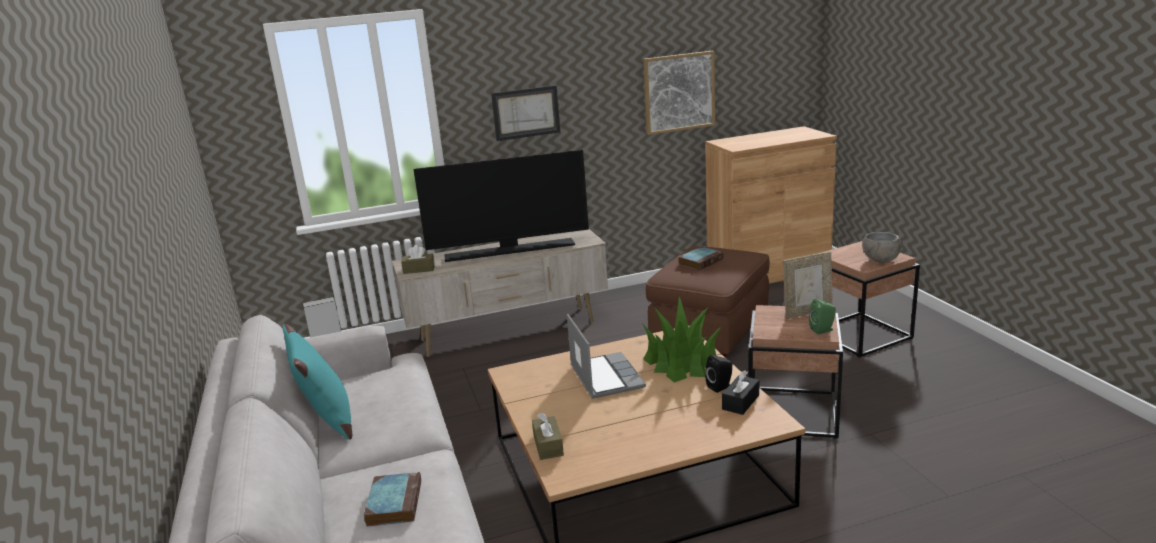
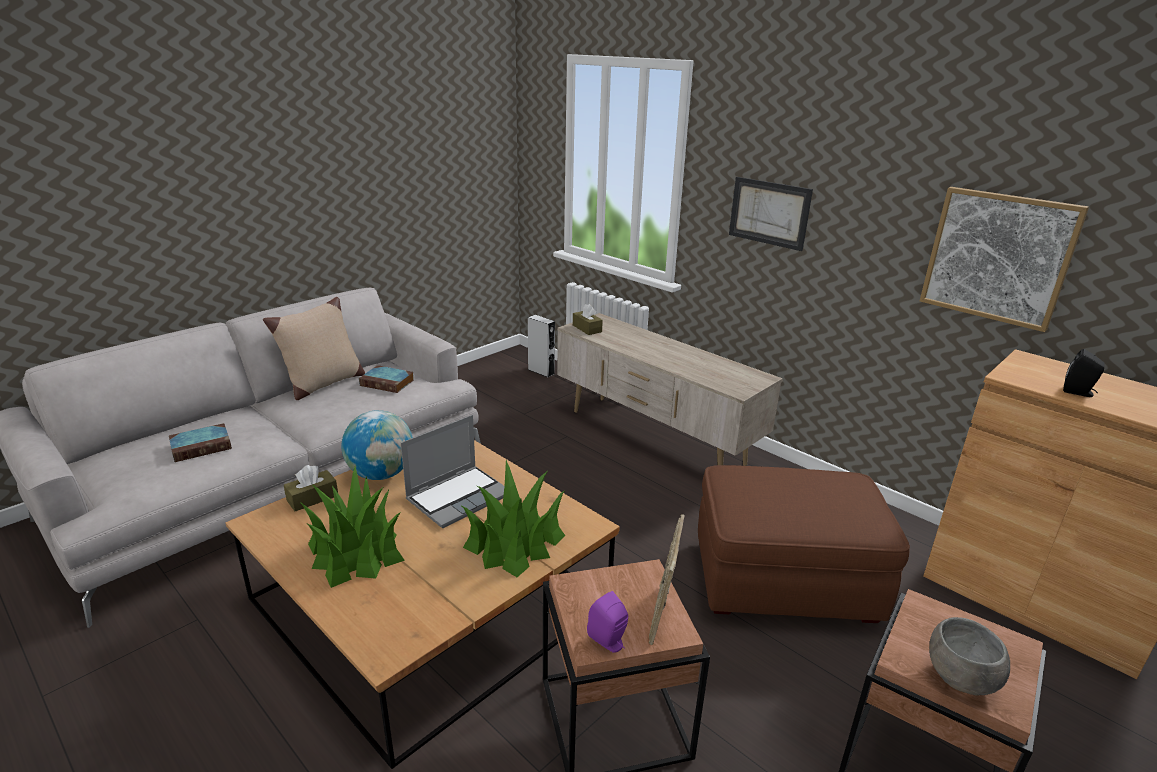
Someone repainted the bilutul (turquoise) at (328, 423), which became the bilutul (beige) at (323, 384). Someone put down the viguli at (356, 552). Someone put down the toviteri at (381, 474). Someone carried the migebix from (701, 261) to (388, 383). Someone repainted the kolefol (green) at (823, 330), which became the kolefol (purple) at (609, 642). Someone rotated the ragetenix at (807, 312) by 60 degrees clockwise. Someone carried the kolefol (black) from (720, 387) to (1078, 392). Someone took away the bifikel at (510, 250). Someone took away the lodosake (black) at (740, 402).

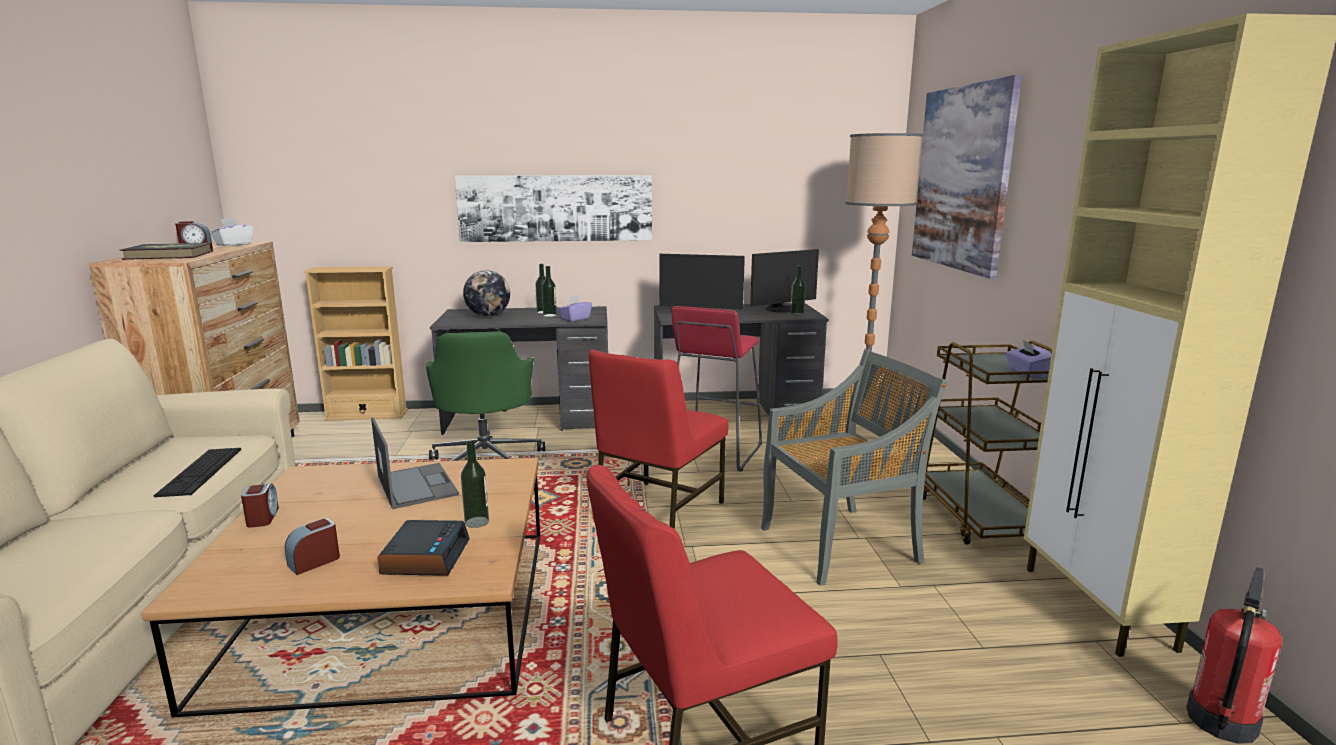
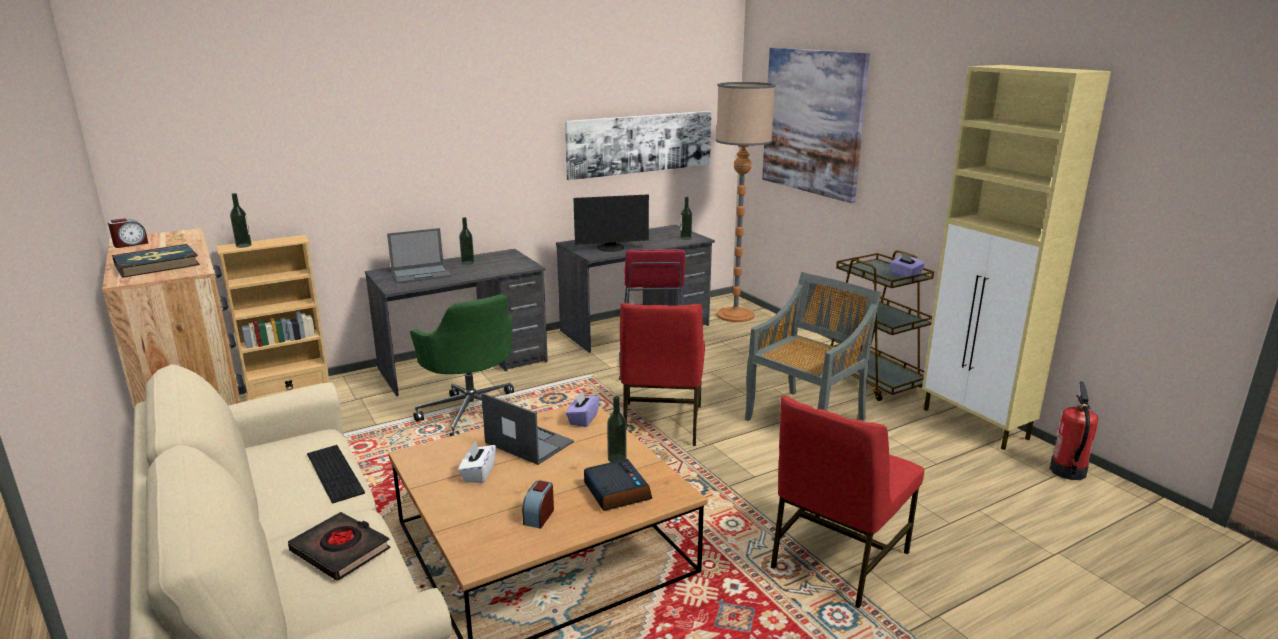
Someone carried the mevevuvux from (550, 315) to (243, 245). Someone put down the migebix (black) at (341, 550). Someone swapped the toviteri at (488, 316) for the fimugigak at (421, 274). Someone carried the lodosake (white) from (234, 244) to (478, 474). Someone carried the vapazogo from (555, 208) to (640, 143). Someone carried the lodosake (purple) from (575, 319) to (583, 419). Someone took away the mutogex at (262, 517). Someone took away the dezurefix at (781, 309).

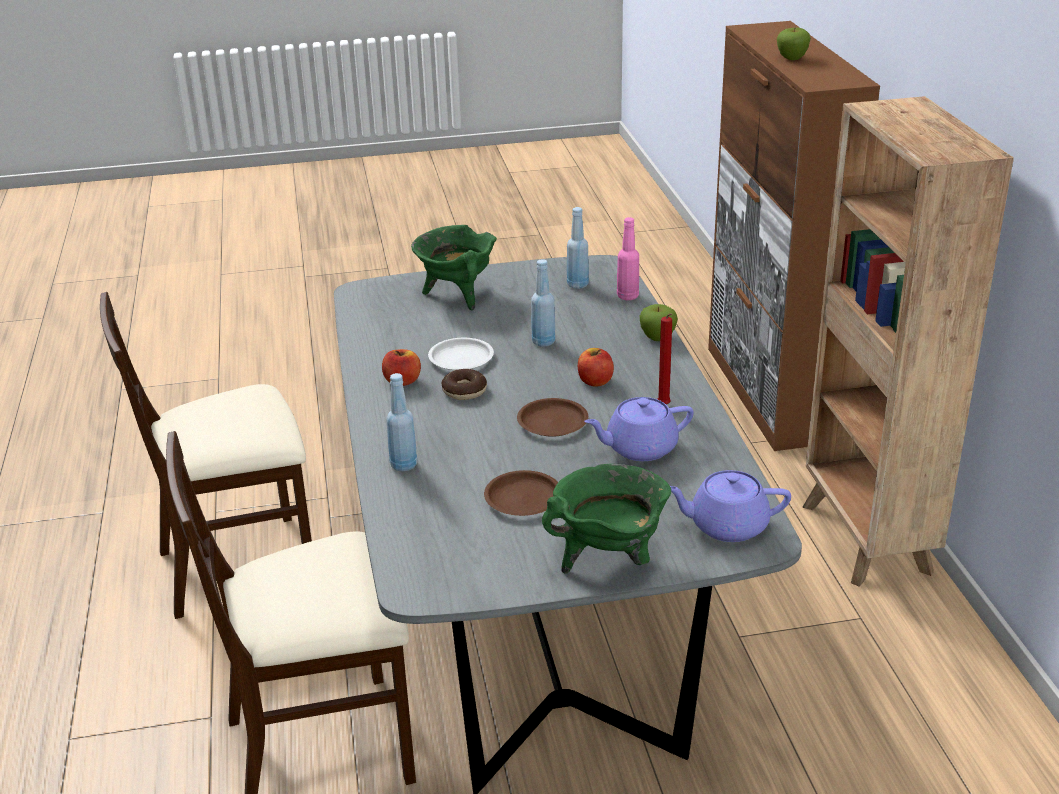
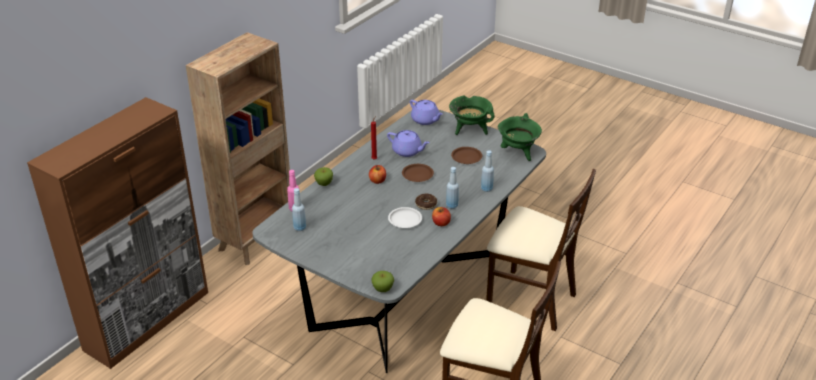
Someone carried the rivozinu from (792, 58) to (383, 289). Someone carried the mevevuvux (blue) from (543, 342) to (452, 206). Someone carried the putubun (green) from (457, 295) to (518, 153).

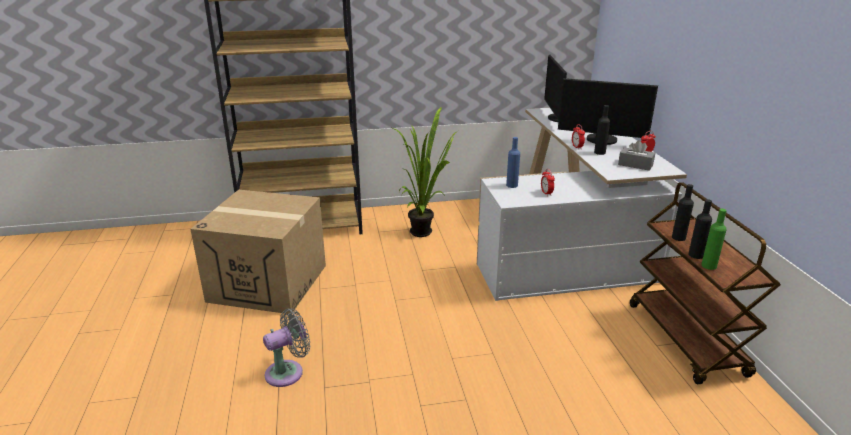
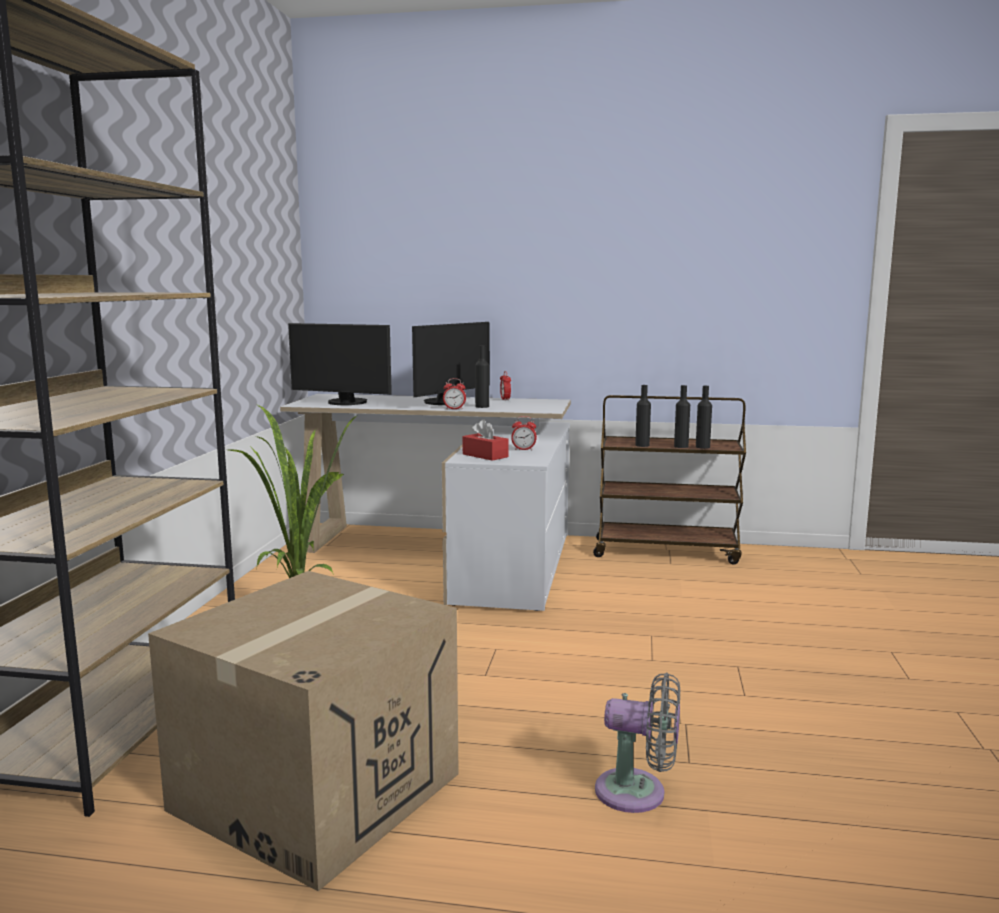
Someone swapped the mevevuvux (blue) at (512, 185) for the lodosake (red) at (485, 455). Someone rotated the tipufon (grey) at (288, 372) by 120 degrees clockwise. Someone repainted the mevevuvux (green) at (709, 266), which became the mevevuvux (black) at (702, 447). Someone took away the lodosake (grey) at (635, 165).

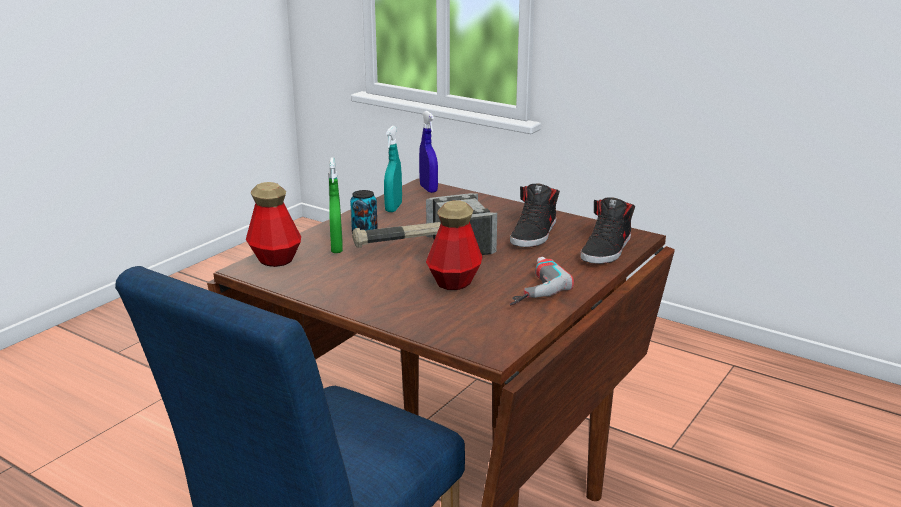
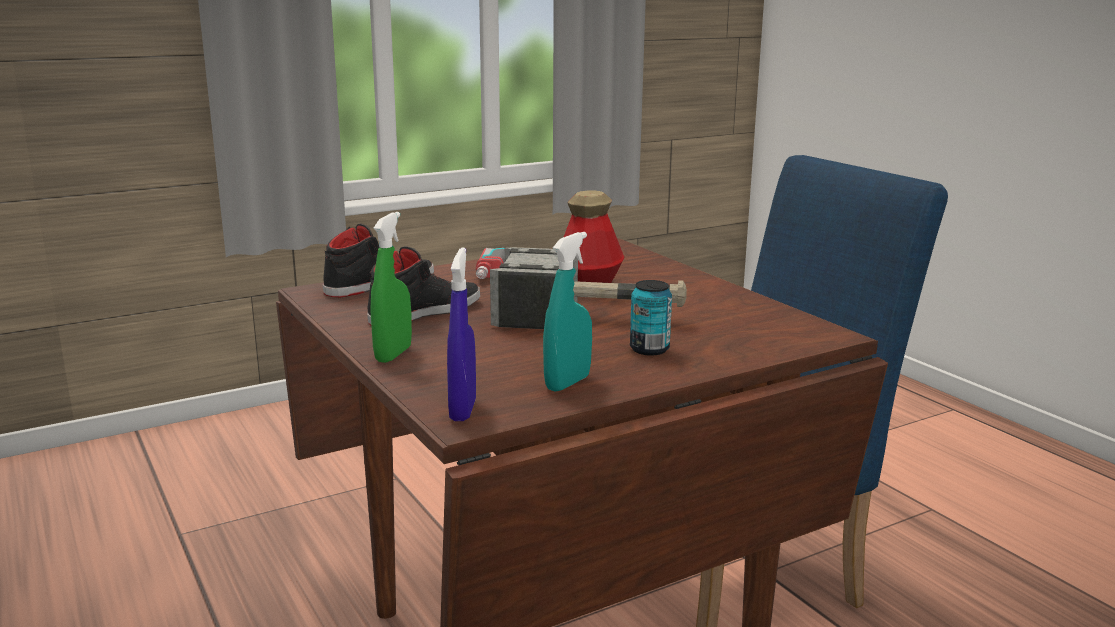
Someone carried the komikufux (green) from (337, 248) to (393, 354). Someone took away the mevevuvux at (275, 259).

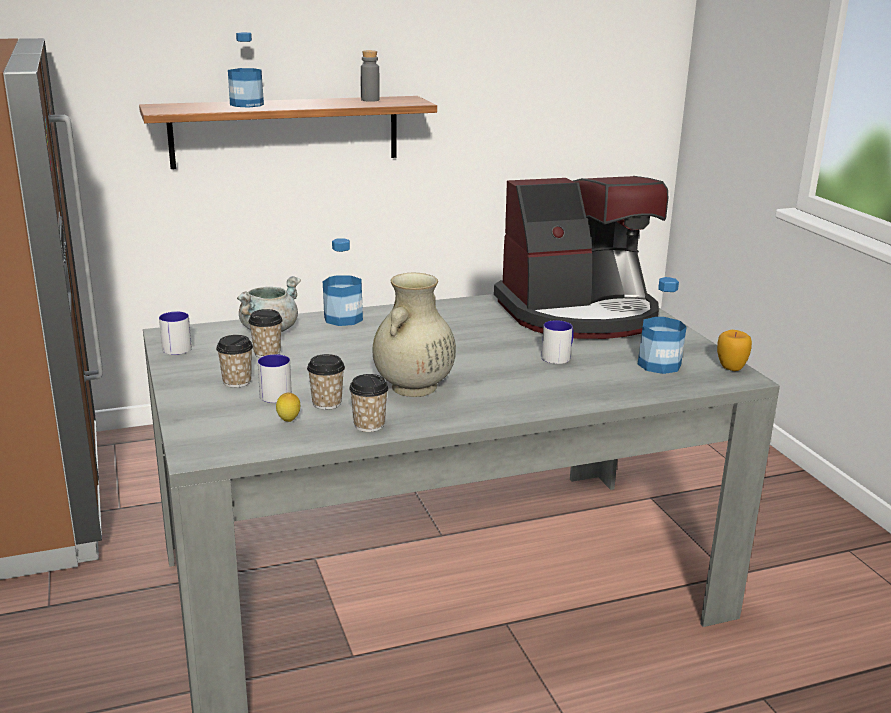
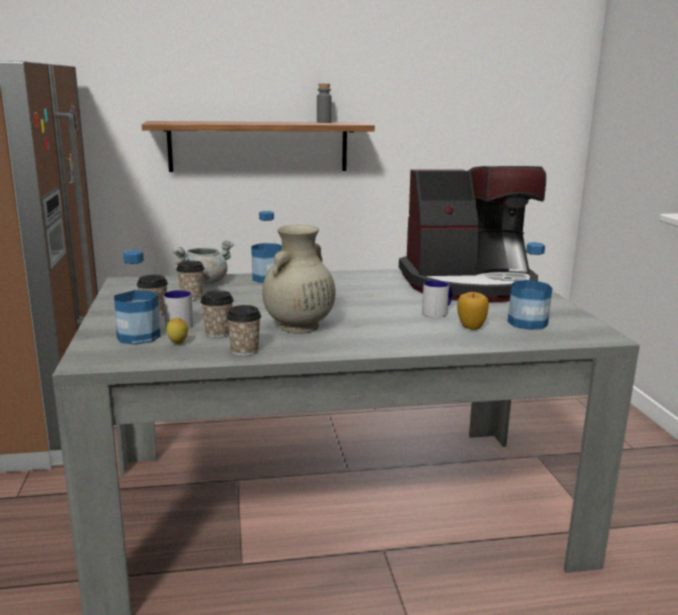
Someone carried the mevevuvux from (247, 104) to (138, 337). Someone carried the rivozinu from (730, 368) to (471, 327). Someone took away the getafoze at (173, 347).

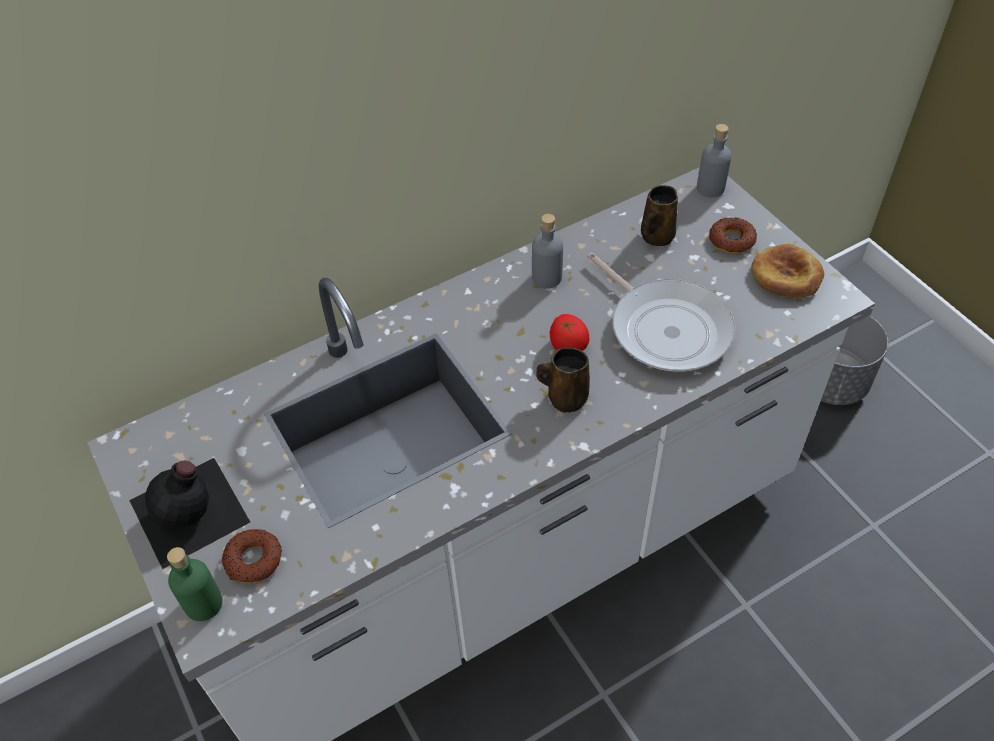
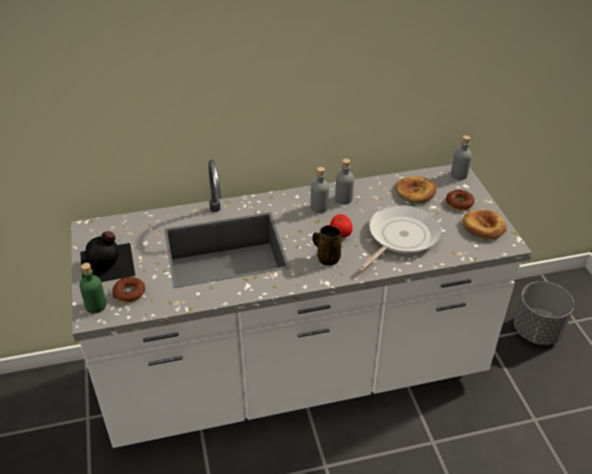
Someone put down the mevevuvux (grey) at (319, 207). Someone rotated the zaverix at (666, 327) by 120 degrees counterclockwise. Someone swapped the getafoze (brown) at (656, 237) for the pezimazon at (415, 192).

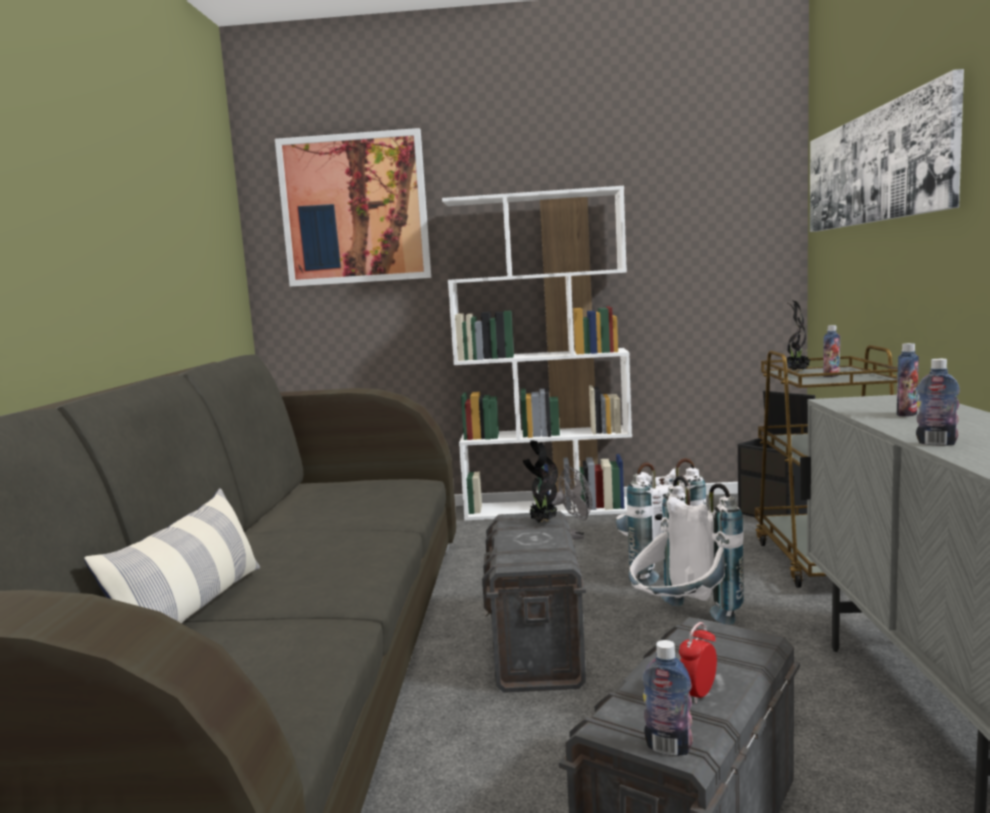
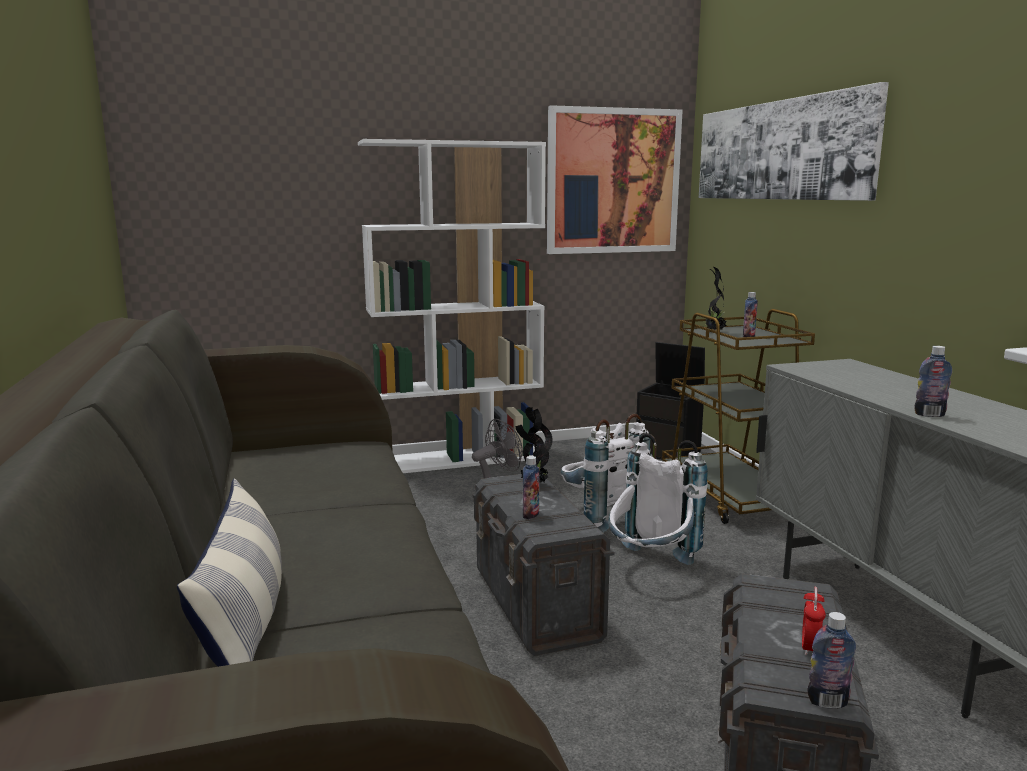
Someone carried the mevevuvux from (906, 414) to (531, 515). Someone carried the vapazogo from (354, 209) to (613, 181).

